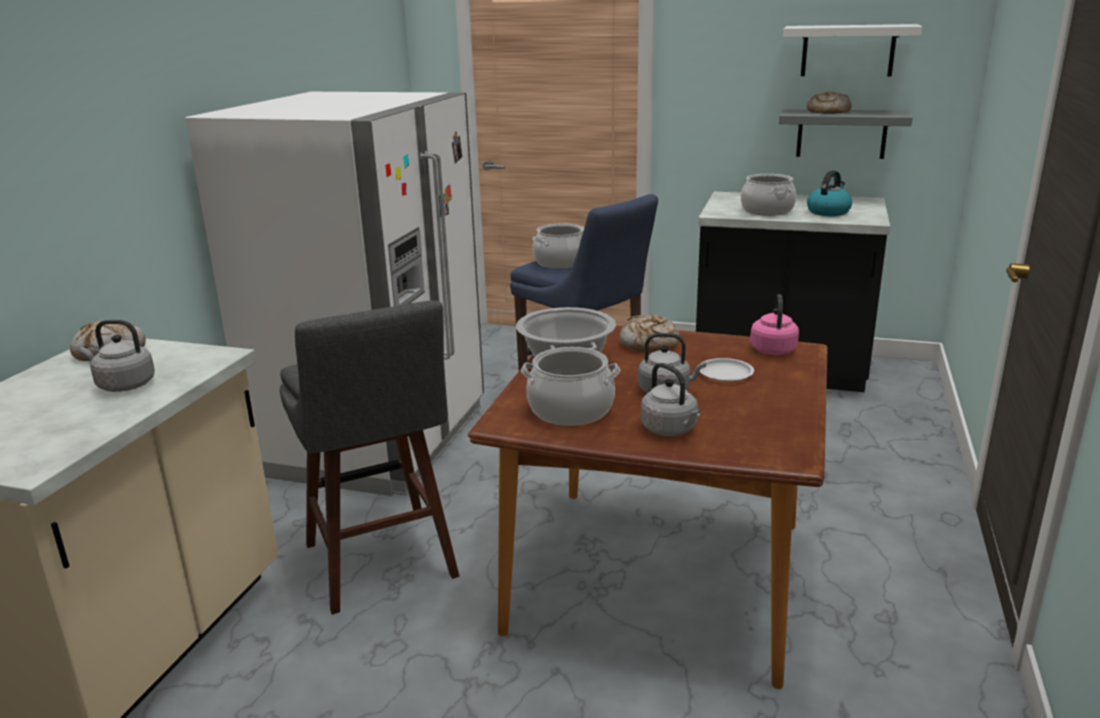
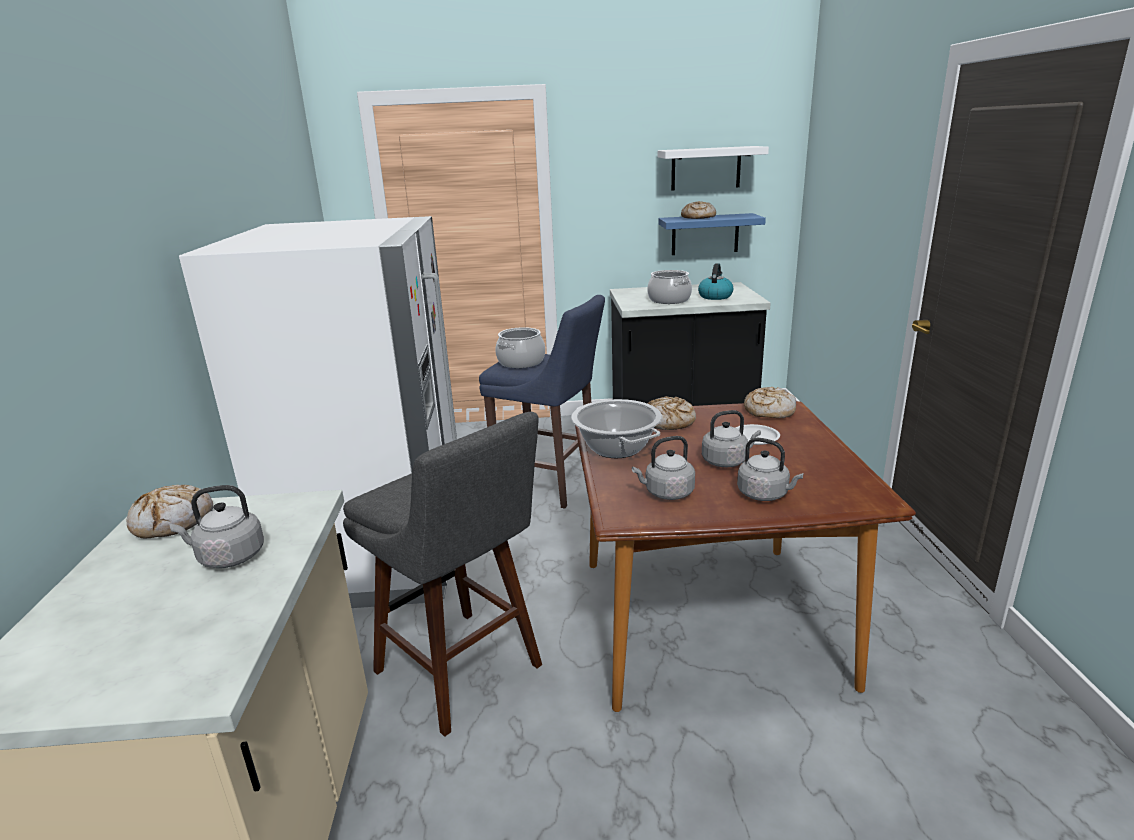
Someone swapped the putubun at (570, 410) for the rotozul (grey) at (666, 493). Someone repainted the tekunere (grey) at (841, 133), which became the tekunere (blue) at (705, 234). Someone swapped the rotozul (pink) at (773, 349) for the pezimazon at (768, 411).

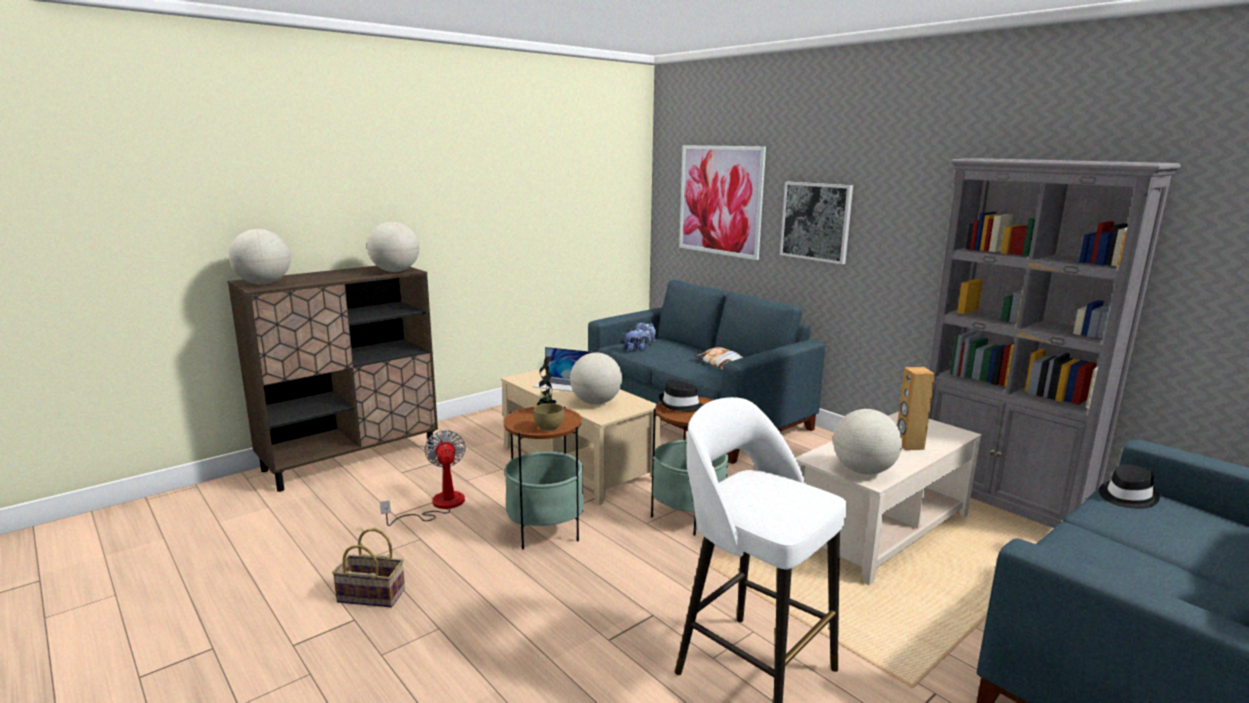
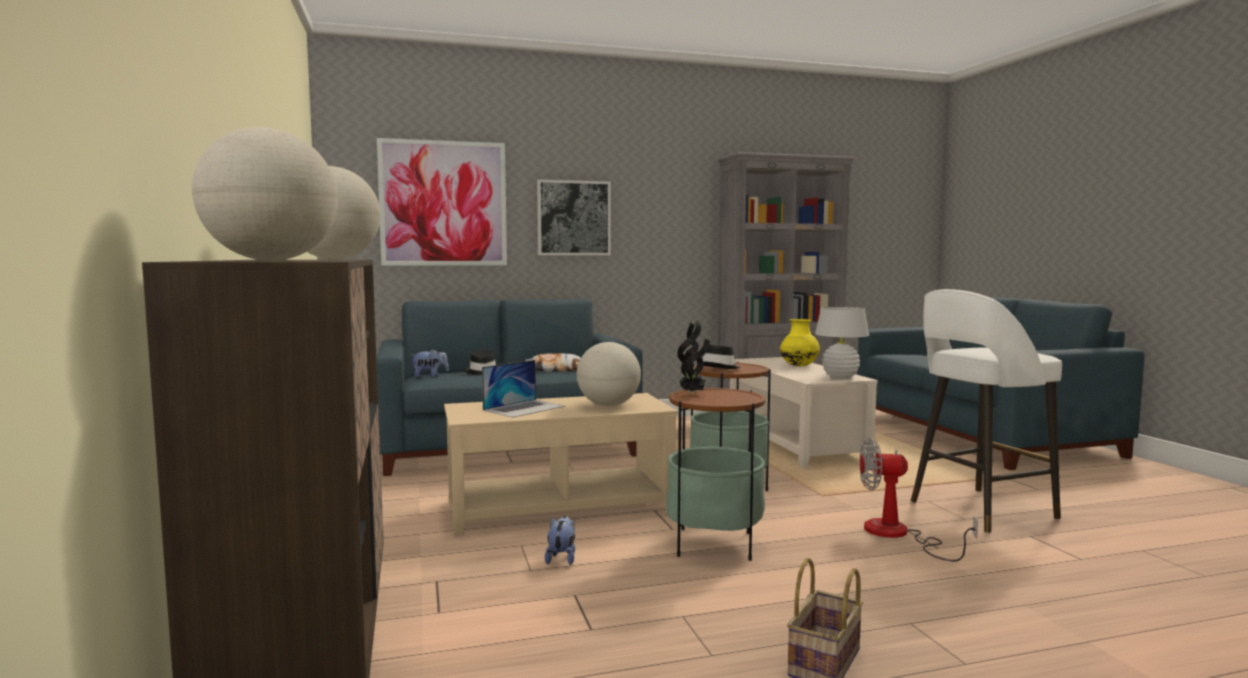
Someone carried the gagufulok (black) from (1126, 496) to (482, 372). Someone carried the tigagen from (636, 350) to (562, 558). Someone swapped the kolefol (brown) at (909, 445) for the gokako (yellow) at (799, 366). Someone swapped the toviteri at (863, 471) for the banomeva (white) at (840, 377). Someone carried the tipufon from (438, 506) to (898, 535). Someone took away the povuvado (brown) at (549, 428).

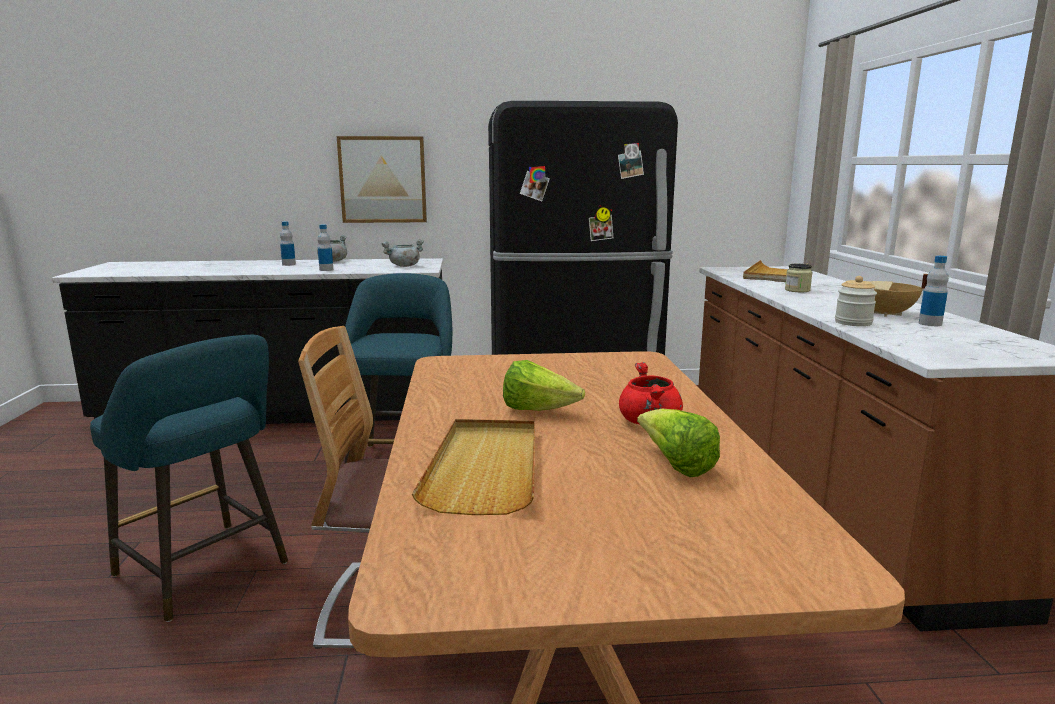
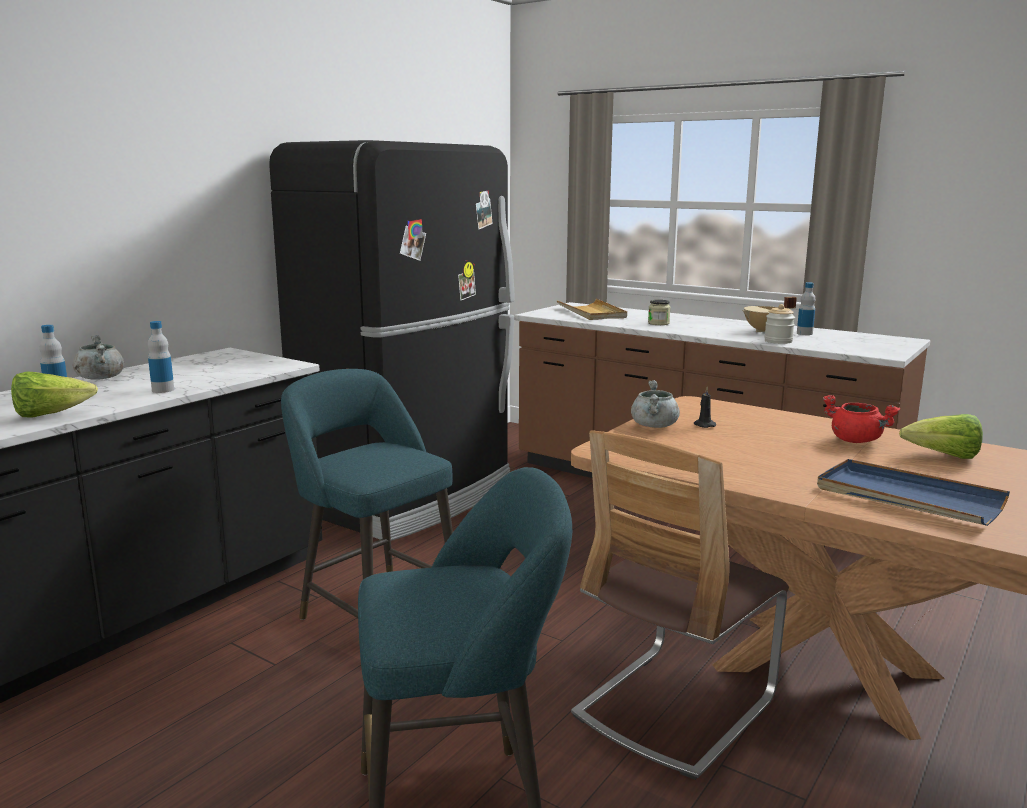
Someone carried the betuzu from (538, 411) to (50, 415). Someone carried the putubun (grey) from (404, 266) to (654, 426). Someone put down the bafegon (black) at (703, 425). Someone repainted the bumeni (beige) at (485, 468), which became the bumeni (blue) at (907, 497). Someone took away the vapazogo at (383, 180).

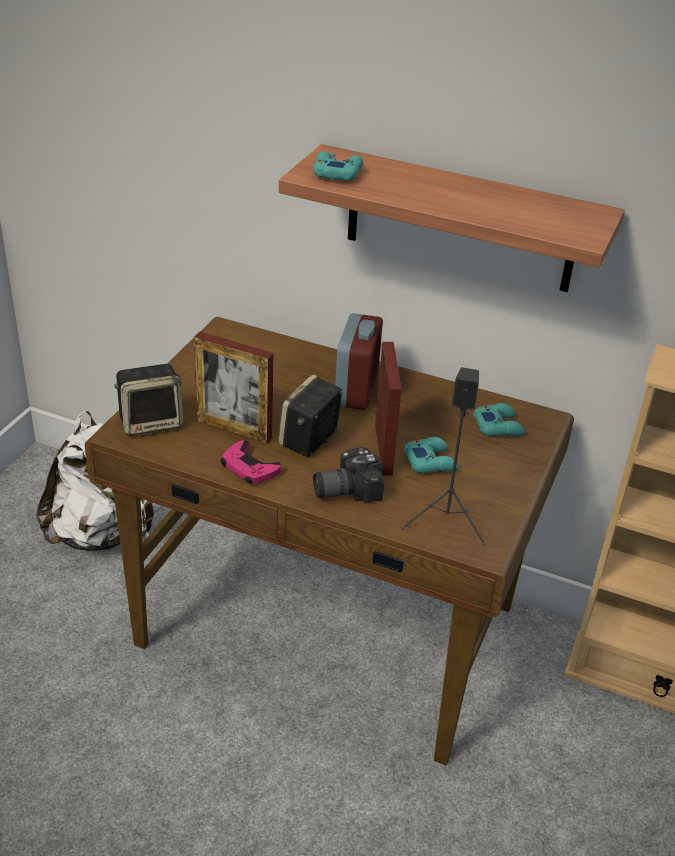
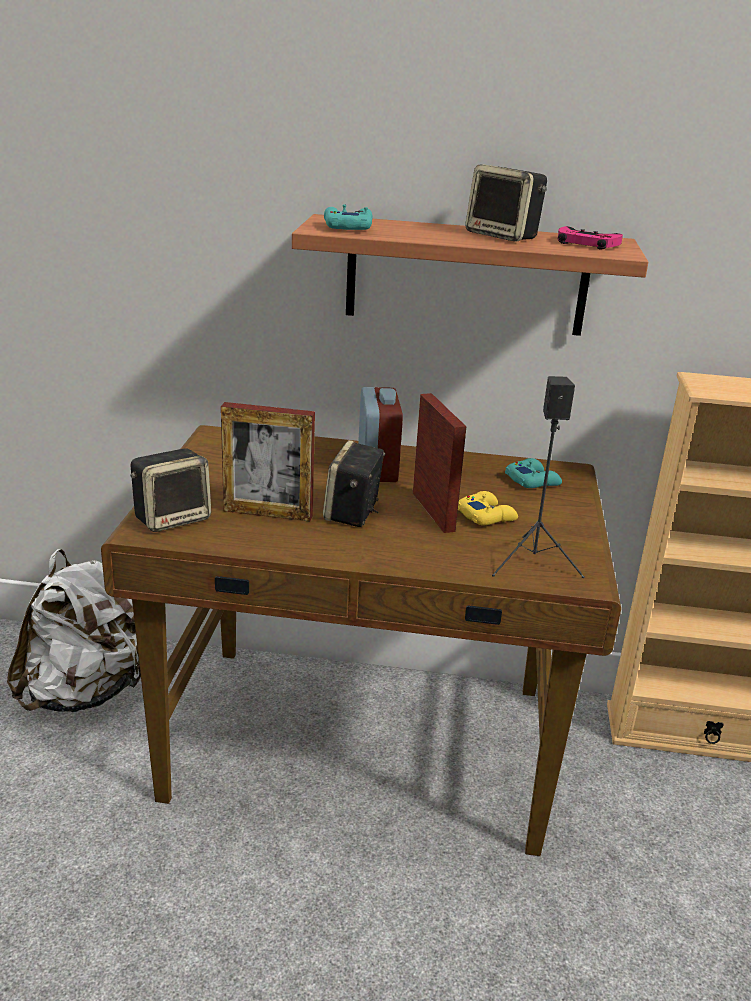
Someone repainted the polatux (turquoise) at (431, 461), which became the polatux (yellow) at (486, 516). Someone put down the kolefol at (504, 236). Someone carried the polatux (pink) from (249, 467) to (586, 244). Someone took away the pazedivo at (345, 488).

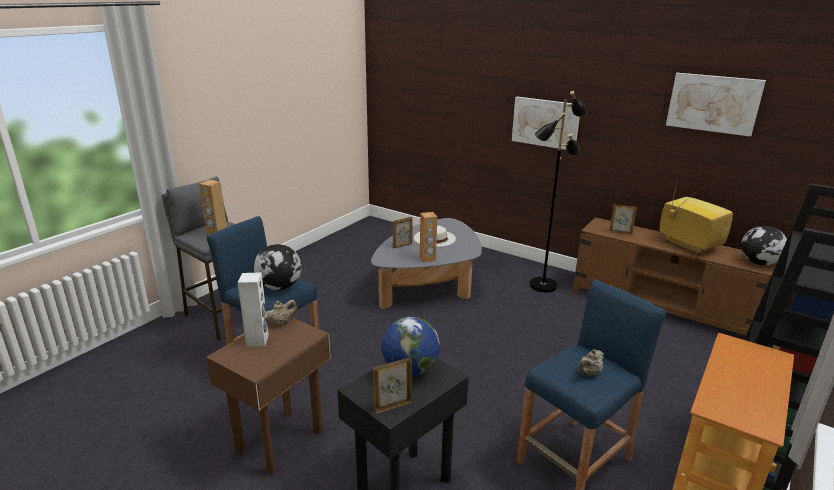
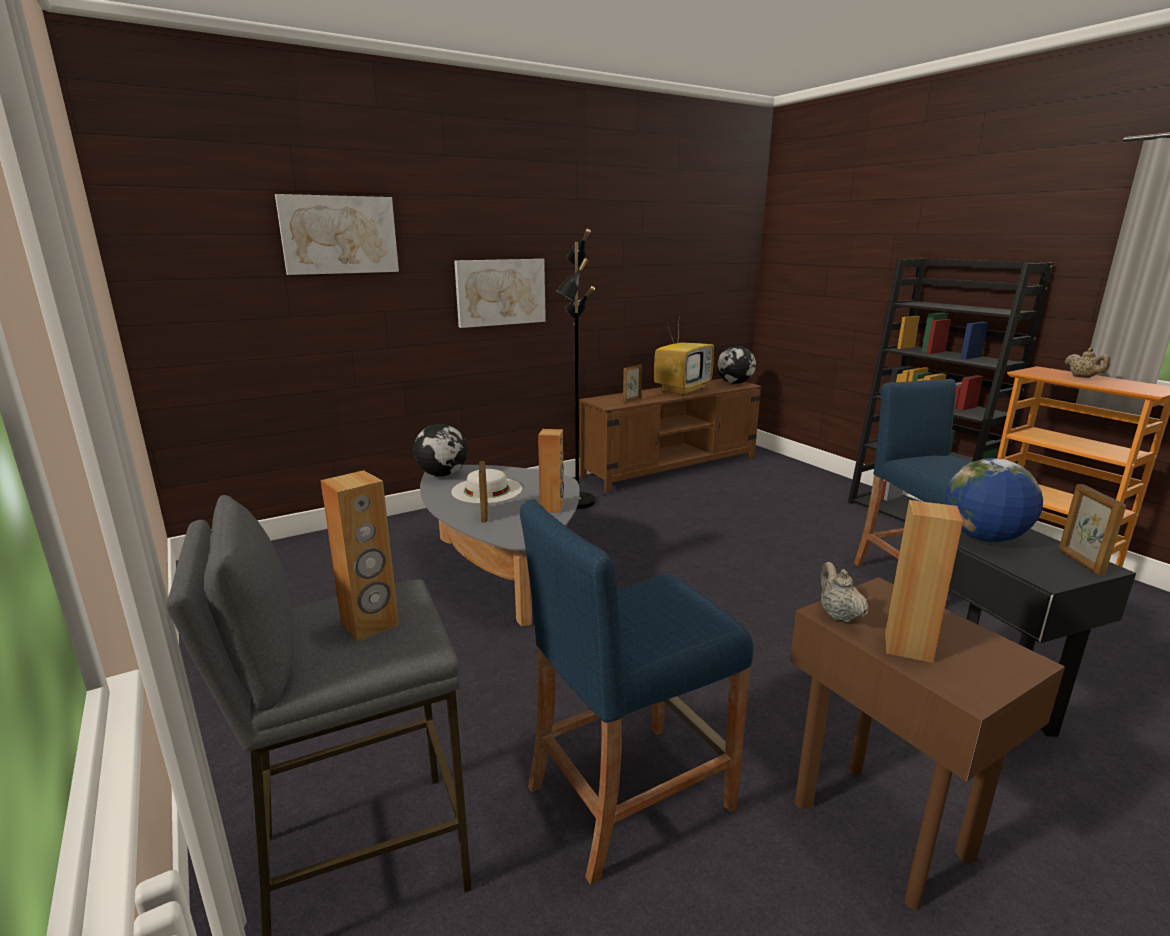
Someone carried the vapazogo from (713, 103) to (339, 235). Someone carried the toviteri from (280, 287) to (443, 474). Someone rotated the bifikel at (687, 245) by 135 degrees clockwise. Someone repainted the kolefol (white) at (258, 340), which became the kolefol (brown) at (908, 646). Someone carried the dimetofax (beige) from (589, 373) to (1083, 377).

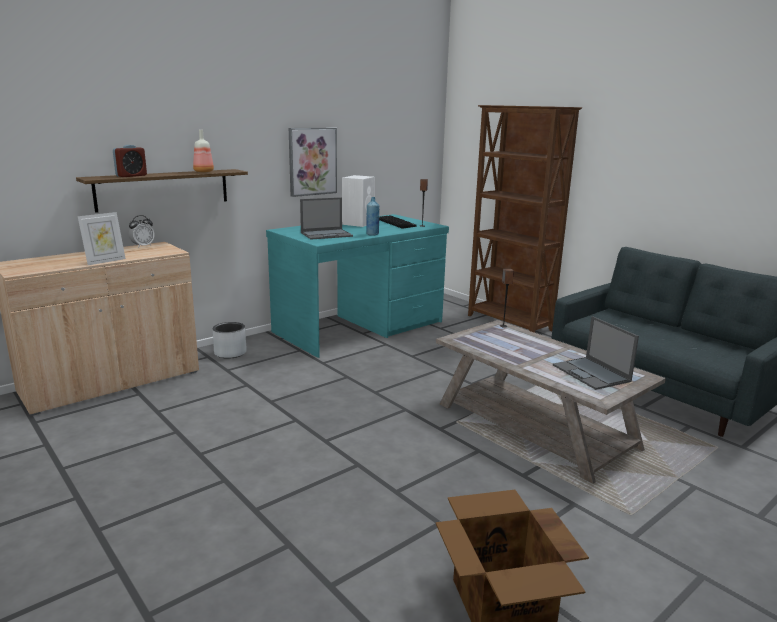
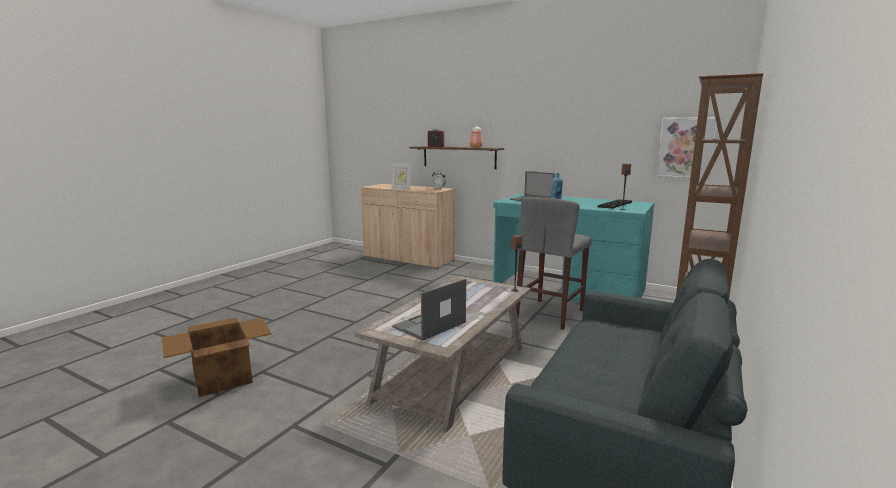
Someone put down the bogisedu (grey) at (550, 314). Someone carried the vapazogo from (312, 161) to (685, 147). Someone took away the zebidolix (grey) at (230, 353). Someone took away the kolefol (white) at (358, 223).

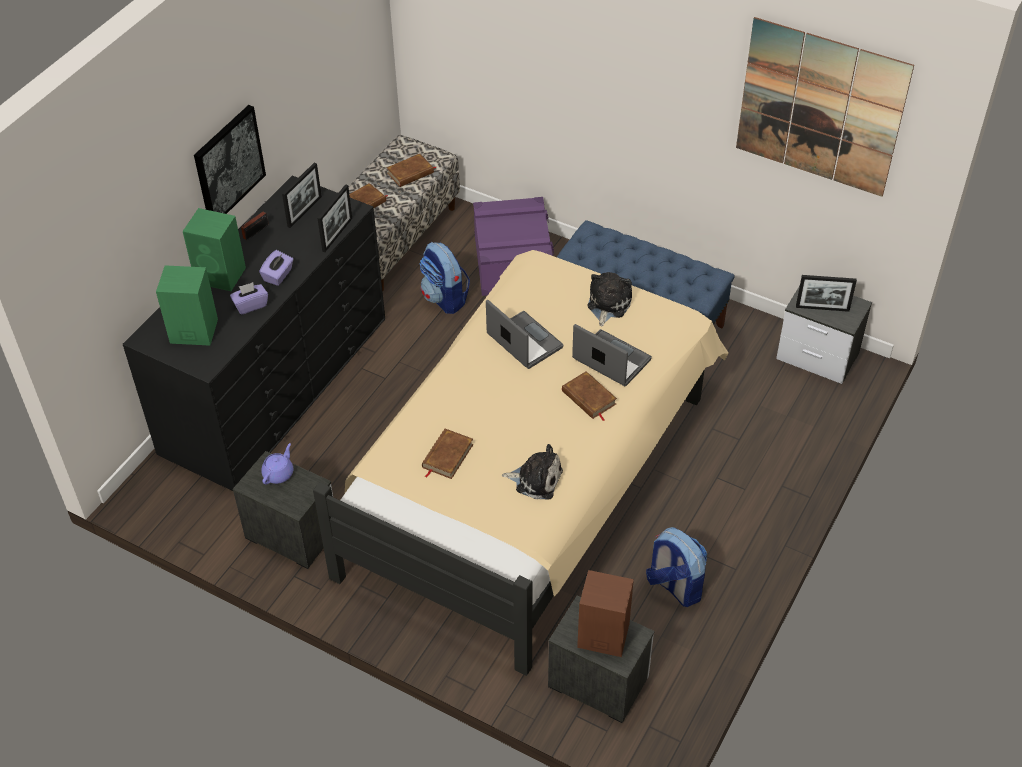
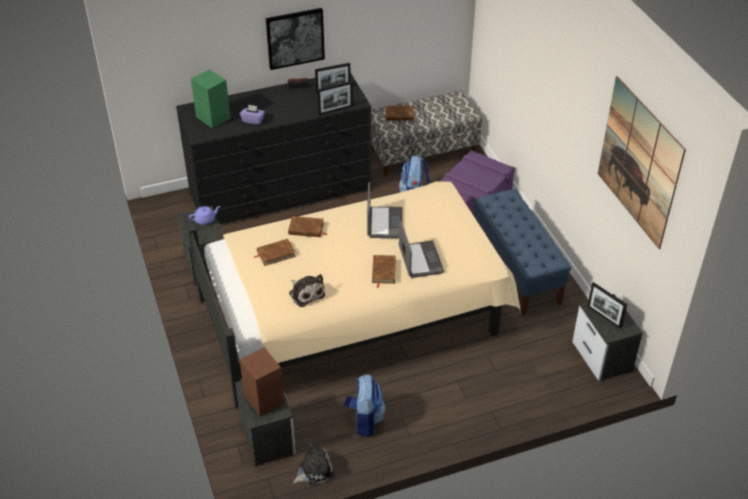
Someone carried the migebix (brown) from (410, 173) to (306, 229). Someone carried the tigagen from (607, 304) to (314, 470). Someone took away the kolefol (green) at (221, 275). Someone took away the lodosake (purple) at (278, 275).

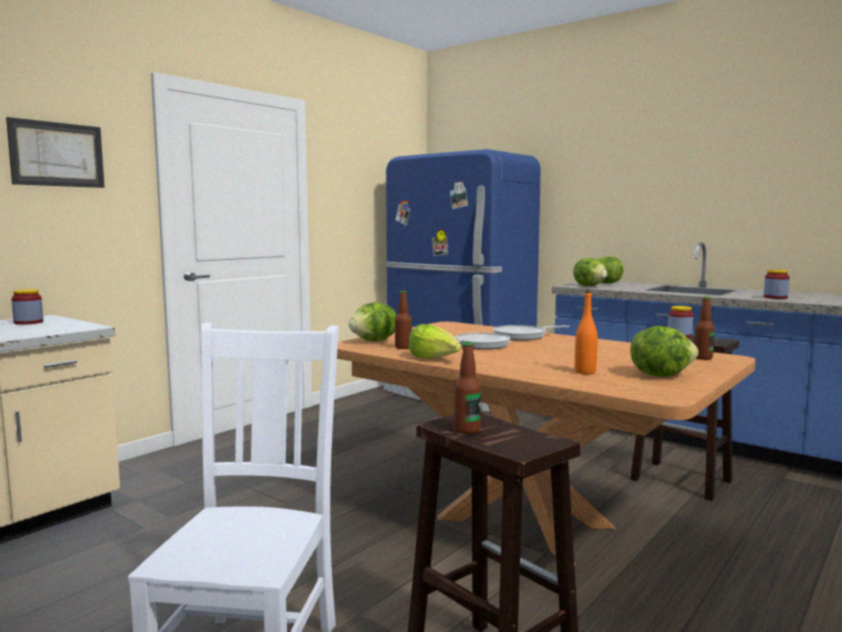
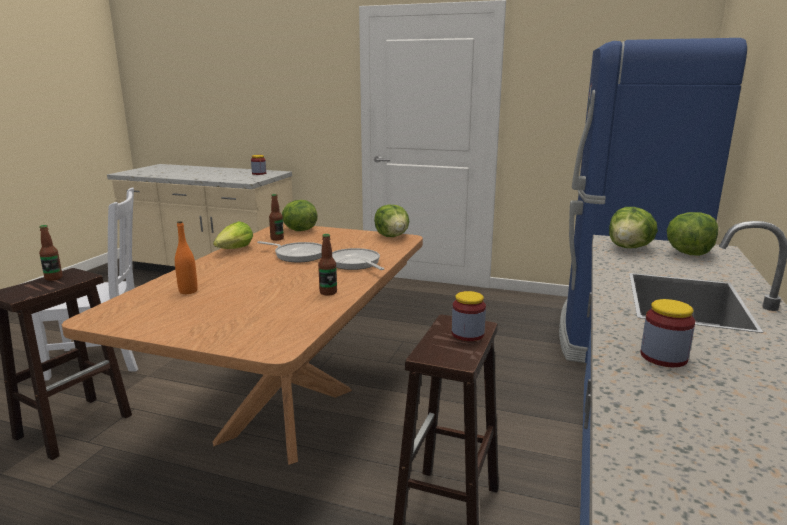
Someone carried the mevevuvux from (702, 358) to (328, 292). Someone carried the betuzu from (660, 375) to (392, 236). Someone took away the vapazogo at (57, 154).

